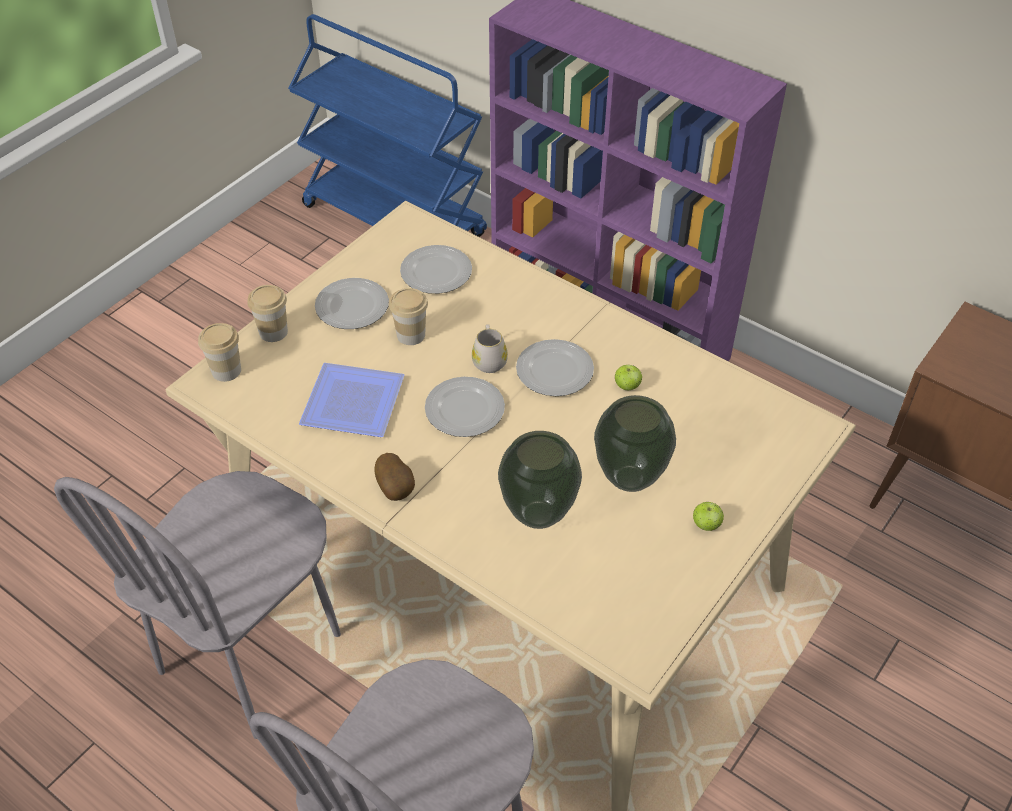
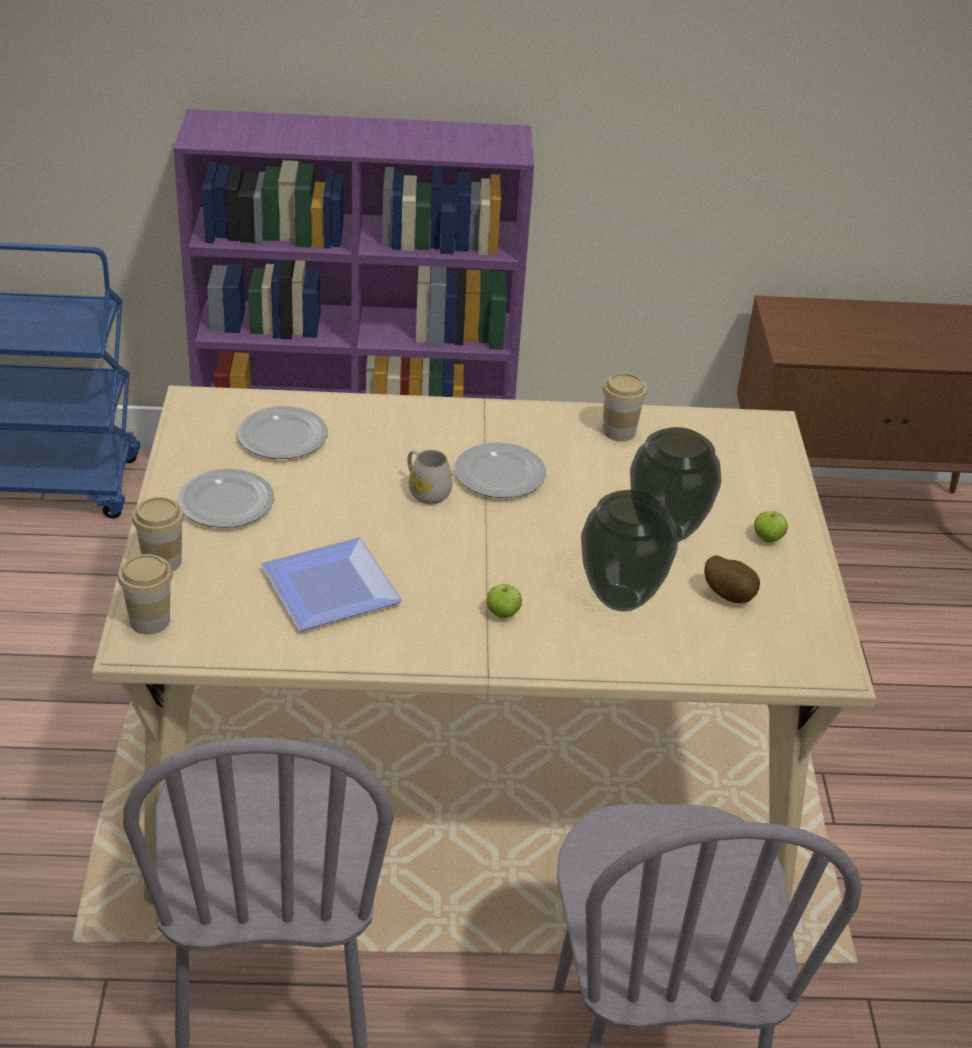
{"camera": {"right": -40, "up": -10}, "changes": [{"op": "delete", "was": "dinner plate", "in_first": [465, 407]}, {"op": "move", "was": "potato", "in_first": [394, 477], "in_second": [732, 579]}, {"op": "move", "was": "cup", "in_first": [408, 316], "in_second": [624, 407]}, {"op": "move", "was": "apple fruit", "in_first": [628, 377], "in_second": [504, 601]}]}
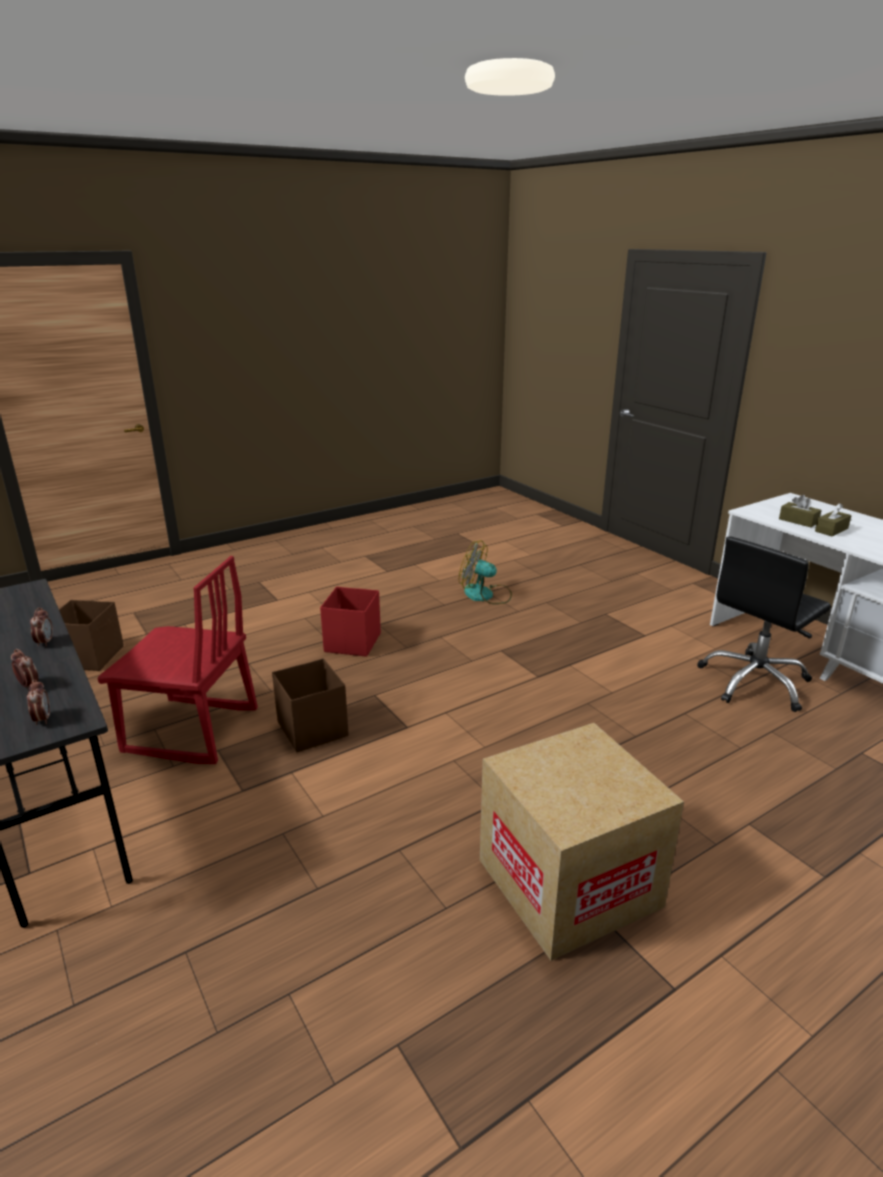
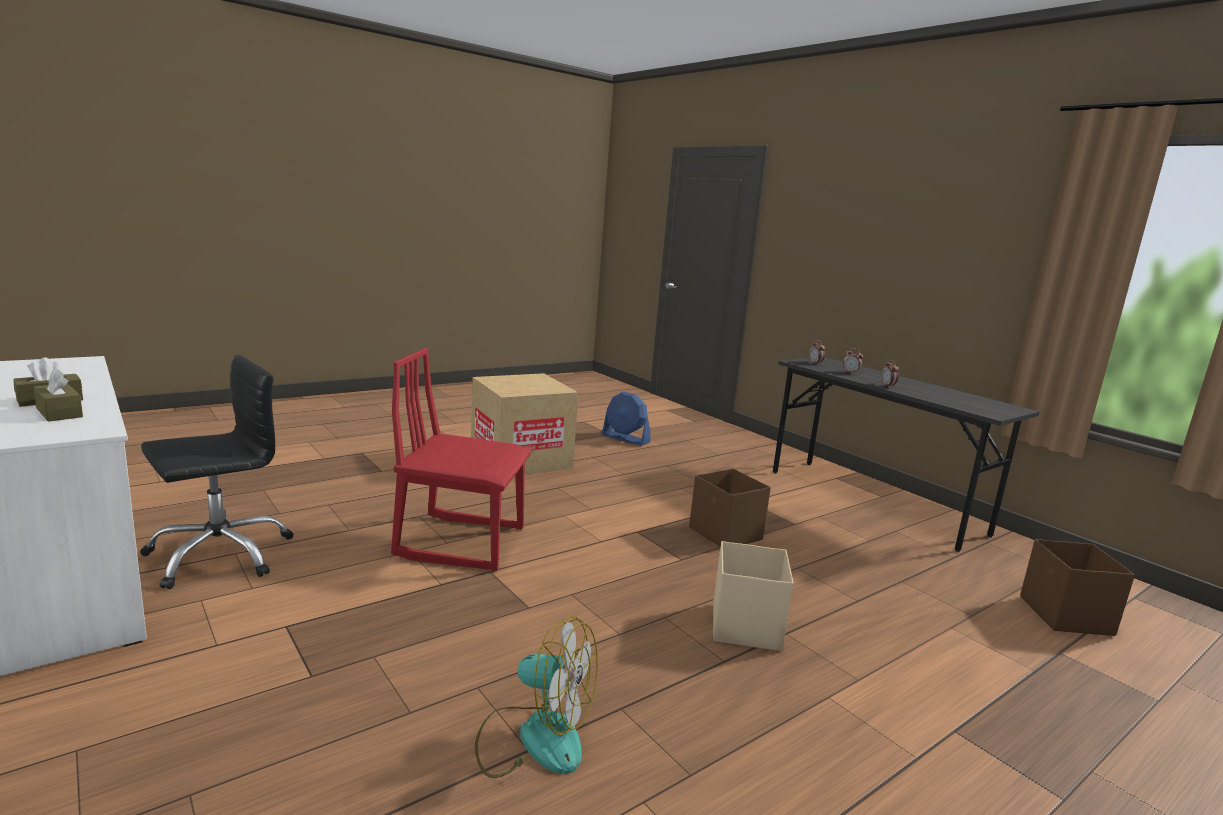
{"camera": {"right": 175, "up": -10}, "changes": [{"op": "insert", "now": "blue fan", "in_second": [626, 418]}, {"op": "move", "was": "reddish chair", "in_first": [177, 660], "in_second": [461, 459]}, {"op": "recolor", "was": "reddish storage box", "now": "sand-coloured storage box", "in_first": [350, 622], "in_second": [753, 596]}]}
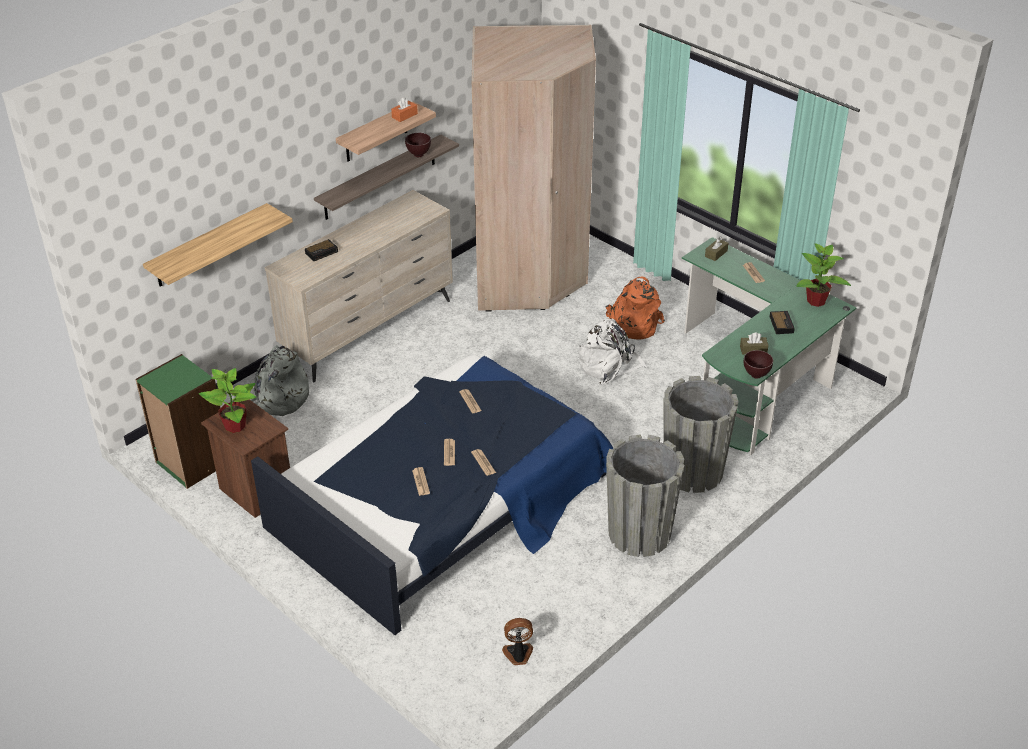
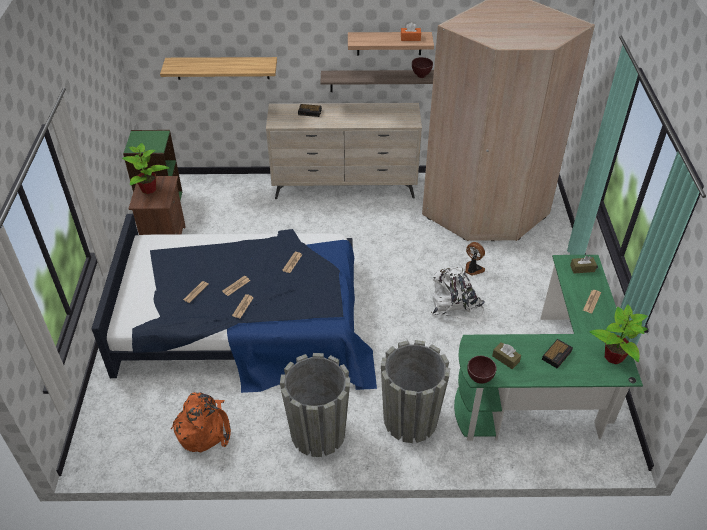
{"camera": {"right": 45, "up": 5}, "changes": [{"op": "delete", "was": "greyish rucksack", "in_first": [280, 380]}, {"op": "move", "was": "fan", "in_first": [517, 641], "in_second": [475, 259]}, {"op": "move", "was": "orangey rucksack", "in_first": [635, 308], "in_second": [201, 422]}]}
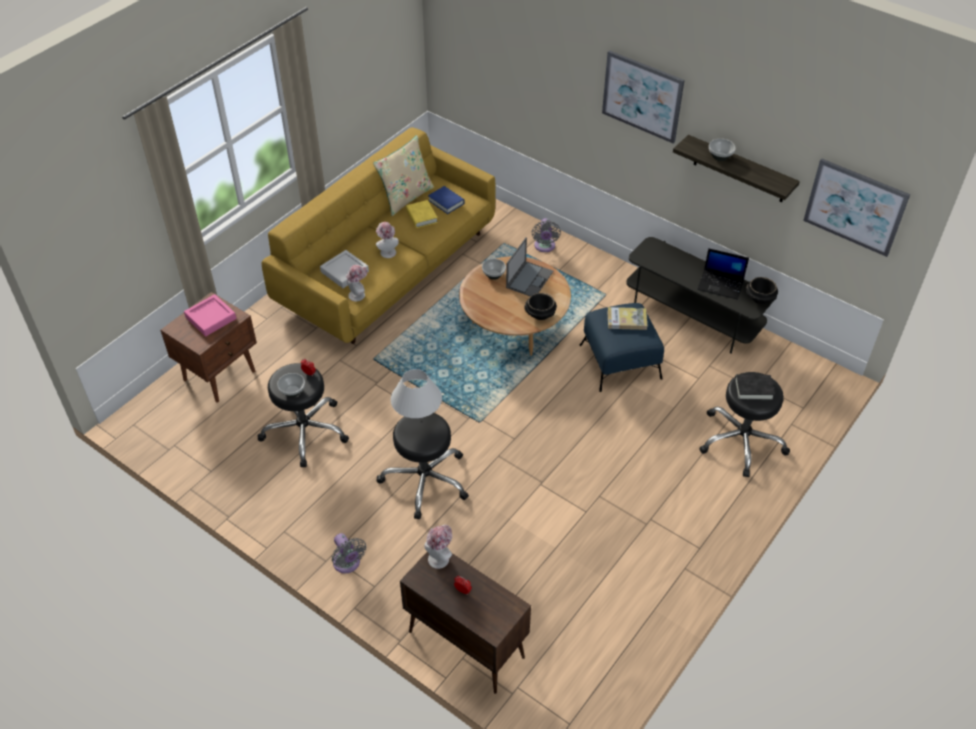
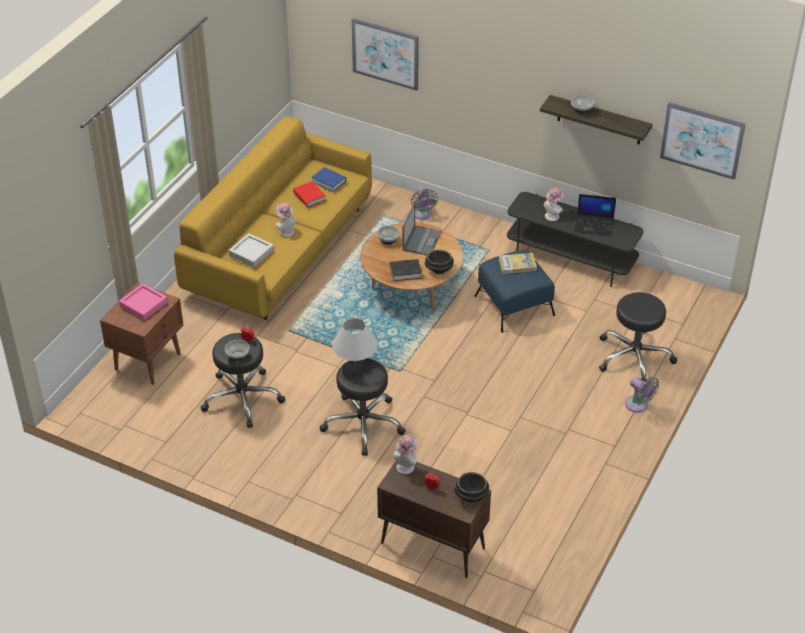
{"camera": {"right": -10, "up": -5}, "changes": [{"op": "delete", "was": "sand-coloured throw pillow", "in_first": [404, 175]}, {"op": "move", "was": "greyish fan", "in_first": [349, 553], "in_second": [642, 395]}, {"op": "move", "was": "hat", "in_first": [357, 283], "in_second": [554, 204]}, {"op": "move", "was": "picture", "in_first": [643, 97], "in_second": [385, 54]}, {"op": "move", "was": "blackish bound book", "in_first": [755, 387], "in_second": [406, 270]}, {"op": "move", "was": "blackish deep dish", "in_first": [762, 290], "in_second": [471, 487]}, {"op": "recolor", "was": "yellow-coloured bound book", "now": "reddish bound book", "in_first": [422, 214], "in_second": [309, 194]}]}
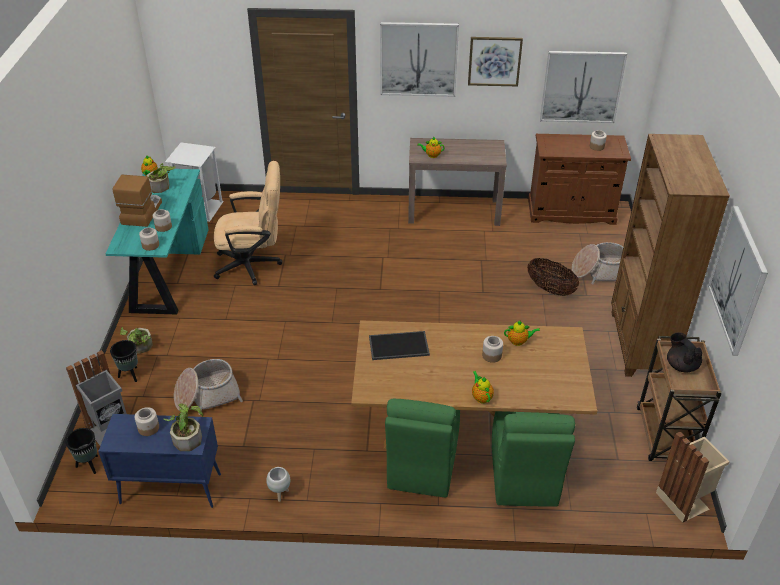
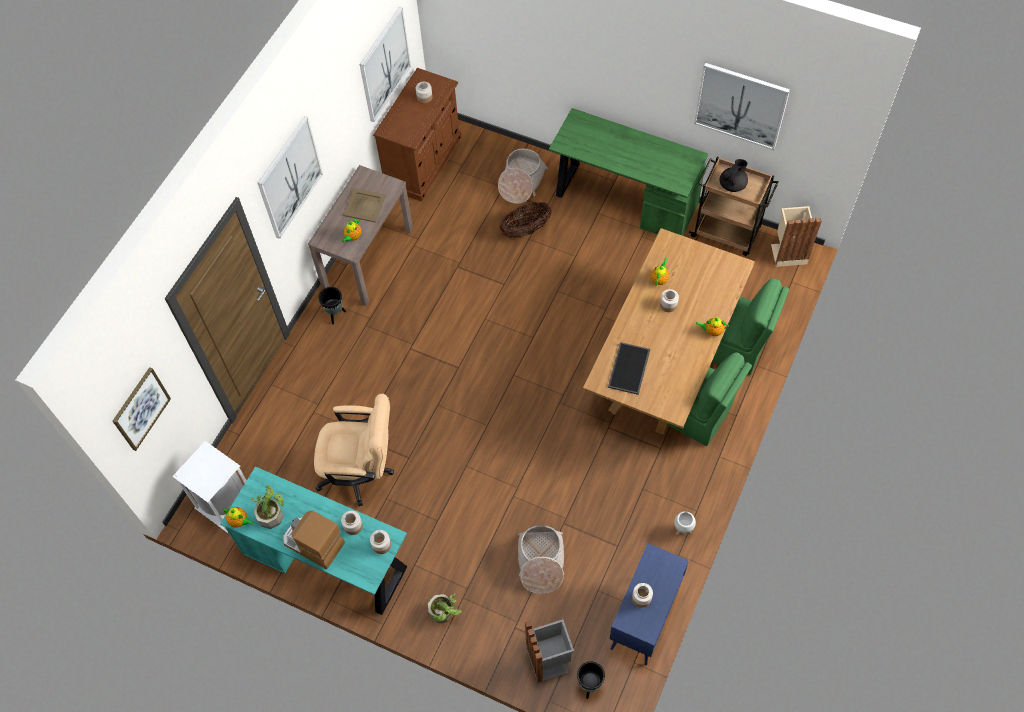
{"camera": {"right": -65, "up": 20}, "changes": [{"op": "delete", "was": "potted plant", "in_first": [183, 427]}, {"op": "insert", "now": "sand-coloured carrying tray", "in_second": [364, 205]}, {"op": "move", "was": "blackish plant pot", "in_first": [124, 361], "in_second": [332, 305]}, {"op": "move", "was": "picture", "in_first": [495, 61], "in_second": [141, 409]}, {"op": "replace", "was": "brown bookcase", "now": "green desk", "in_first": [670, 255], "in_second": [628, 172]}, {"op": "rotate", "was": "sand-coloured computer chair", "in_first": [248, 223], "in_second": [354, 449], "clockwise": 75}, {"op": "rotate", "was": "blackish teapot", "in_first": [684, 352], "in_second": [734, 175], "clockwise": 135}]}
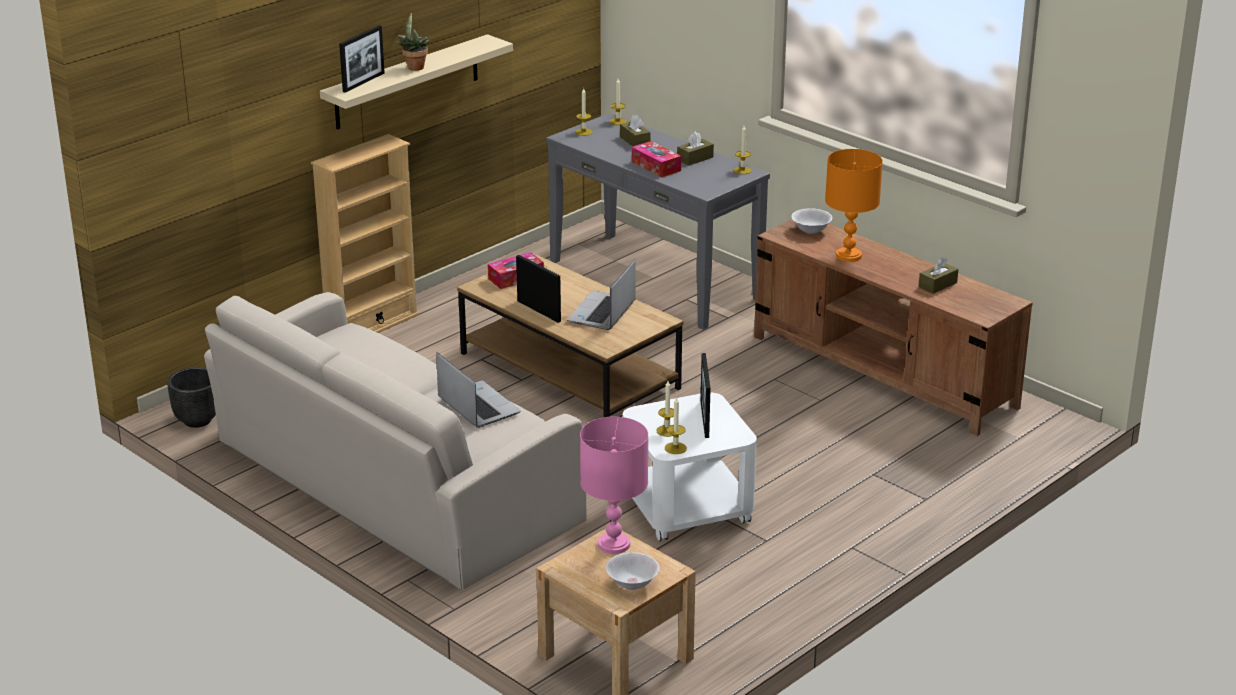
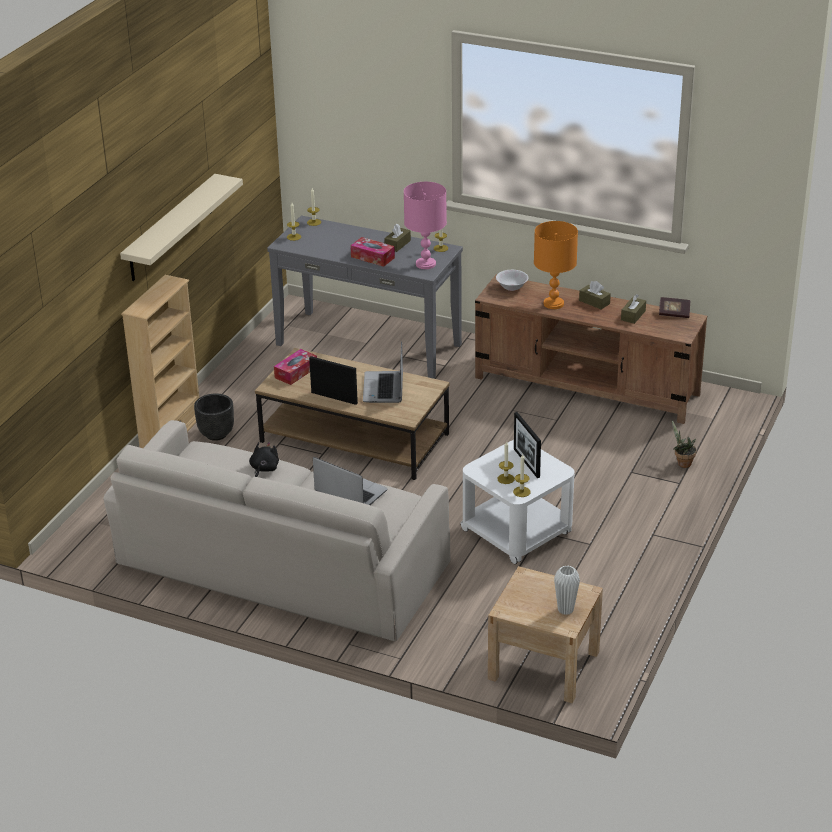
{"camera": {"right": -20, "up": 5}, "changes": [{"op": "delete", "was": "picture frame", "in_first": [362, 59]}, {"op": "insert", "now": "blackish plush toy", "in_second": [264, 459]}, {"op": "insert", "now": "bound book", "in_second": [674, 307]}, {"op": "move", "was": "blackish plant pot", "in_first": [191, 397], "in_second": [214, 417]}, {"op": "move", "was": "potted plant", "in_first": [412, 42], "in_second": [684, 444]}, {"op": "move", "was": "pink tabletop lamp", "in_first": [614, 485], "in_second": [425, 225]}, {"op": "move", "was": "brown tissue box", "in_first": [635, 130], "in_second": [595, 295]}, {"op": "replace", "was": "whitish deep dish", "now": "whitish decorative vase", "in_first": [632, 571], "in_second": [567, 590]}]}
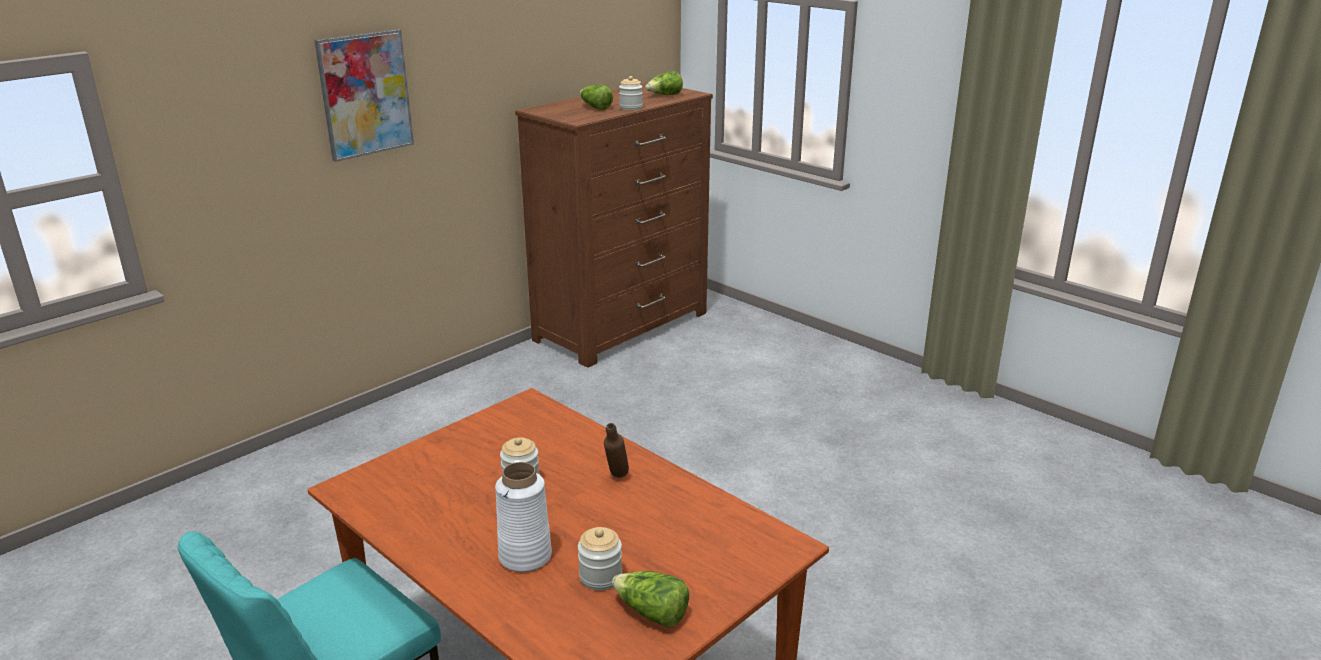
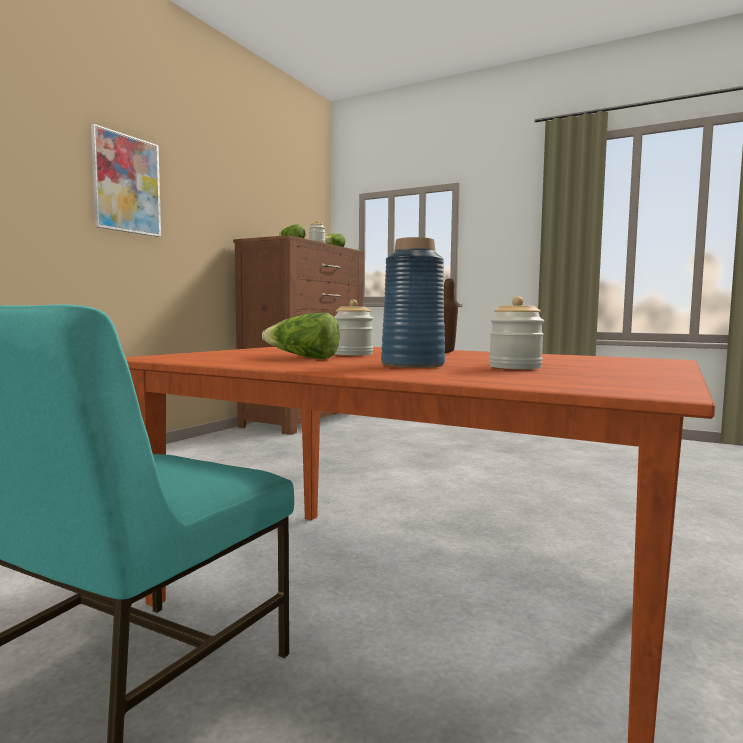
{"camera": {"right": -15, "up": -20}, "changes": [{"op": "move", "was": "lettuce", "in_first": [650, 599], "in_second": [300, 336]}, {"op": "recolor", "was": "whitish decorative vase", "now": "blue decorative vase", "in_first": [523, 517], "in_second": [413, 302]}]}
